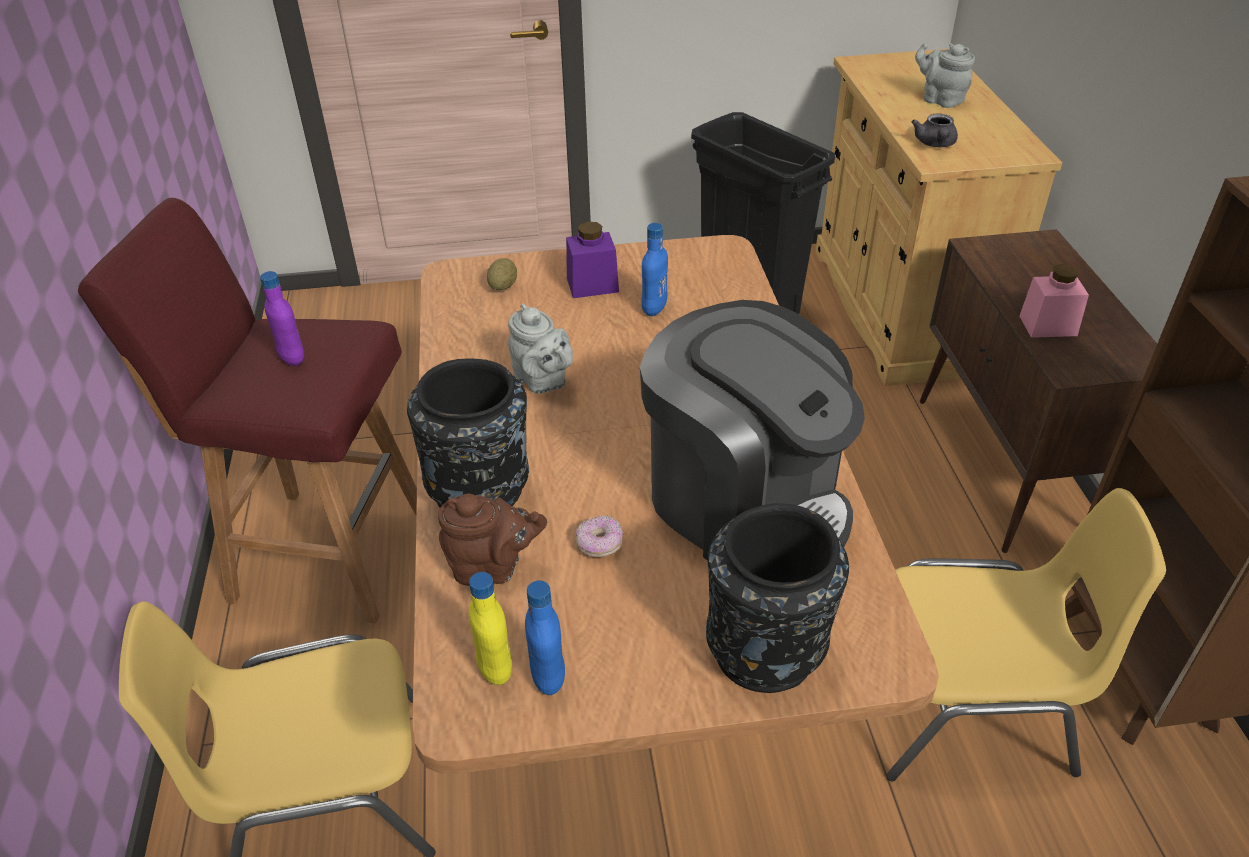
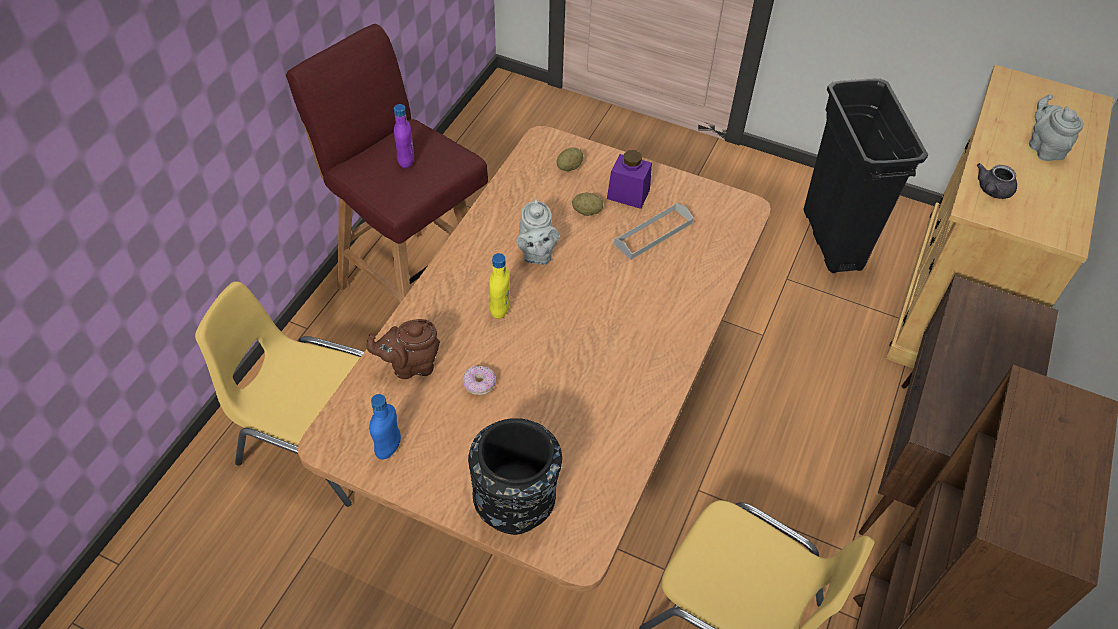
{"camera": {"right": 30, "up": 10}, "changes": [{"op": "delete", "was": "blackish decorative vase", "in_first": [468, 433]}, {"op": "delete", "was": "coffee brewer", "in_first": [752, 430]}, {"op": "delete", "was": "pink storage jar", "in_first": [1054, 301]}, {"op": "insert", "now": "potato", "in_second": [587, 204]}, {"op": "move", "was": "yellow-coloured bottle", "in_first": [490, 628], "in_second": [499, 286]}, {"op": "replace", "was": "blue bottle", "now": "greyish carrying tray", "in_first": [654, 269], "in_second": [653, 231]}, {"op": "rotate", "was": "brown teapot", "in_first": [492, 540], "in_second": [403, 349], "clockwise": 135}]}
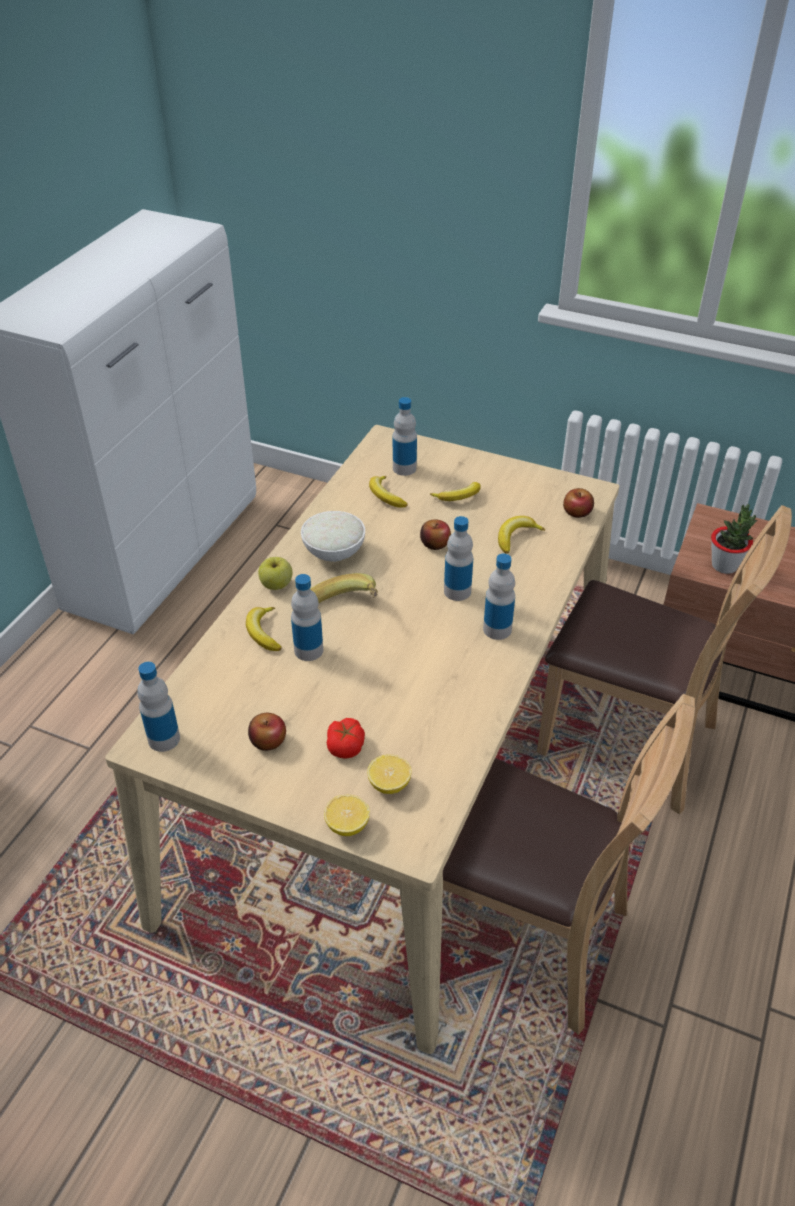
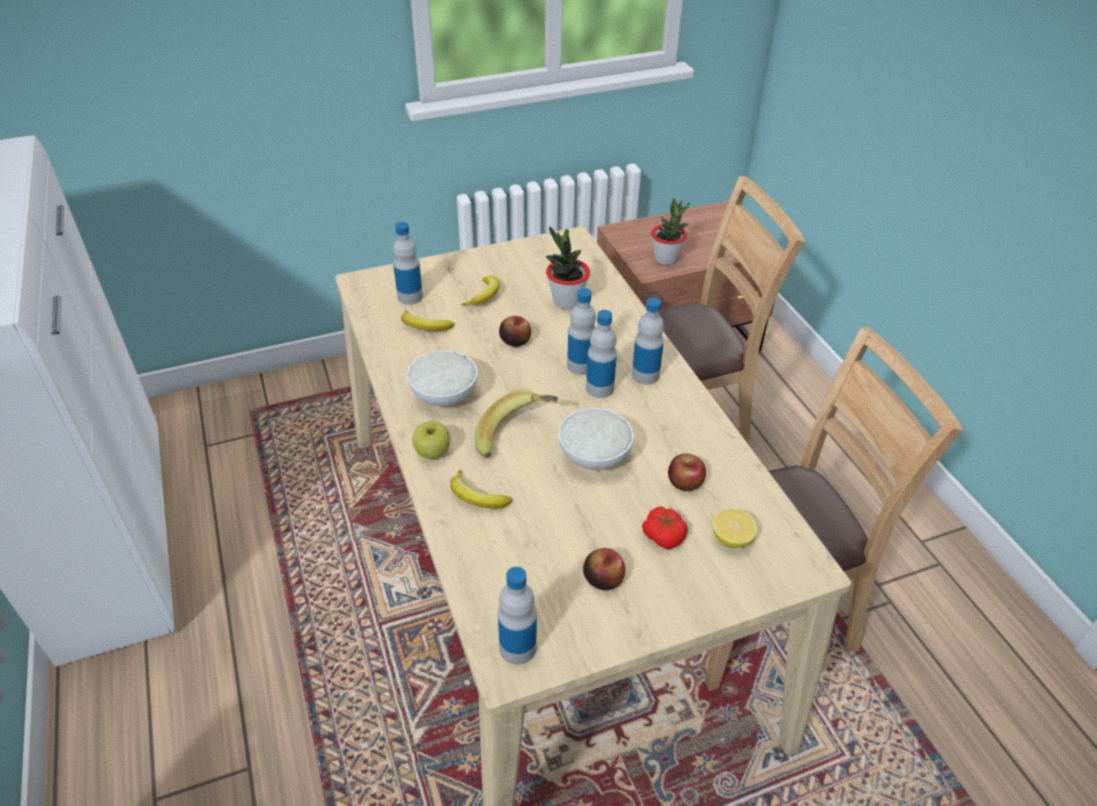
{"camera": {"right": -45, "up": 0}, "changes": [{"op": "delete", "was": "whole lemon", "in_first": [347, 815]}, {"op": "insert", "now": "whitish deep dish", "in_second": [596, 439]}, {"op": "move", "was": "bottle", "in_first": [307, 617], "in_second": [601, 354]}, {"op": "move", "was": "apple fruit", "in_first": [578, 503], "in_second": [687, 472]}, {"op": "replace", "was": "banana fruit", "now": "potted plant", "in_first": [521, 535], "in_second": [568, 267]}]}
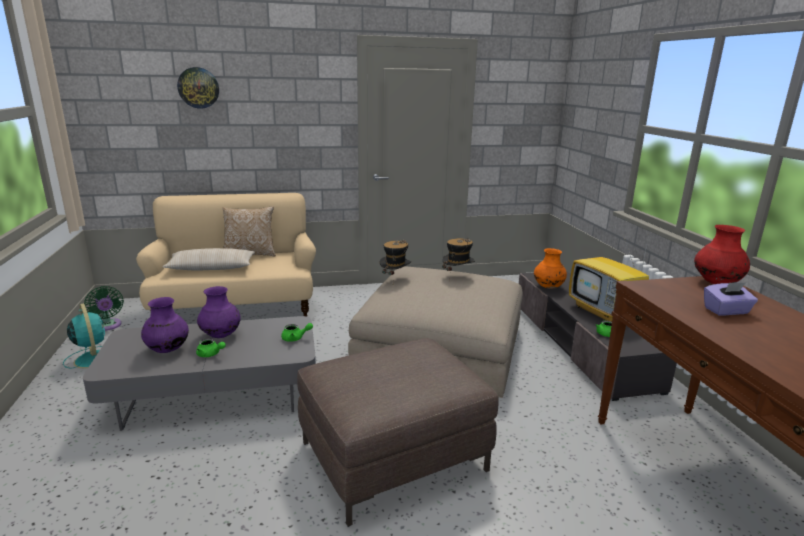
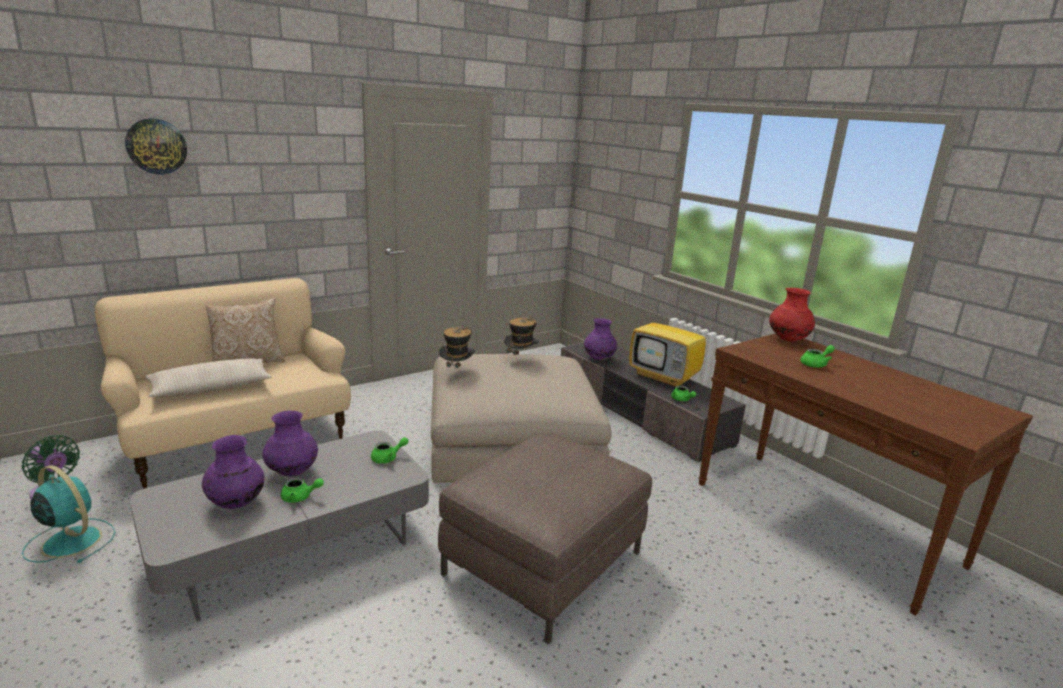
{"camera": {"right": -25, "up": 0}, "changes": [{"op": "replace", "was": "purple tissue box", "now": "green teapot", "in_first": [731, 299], "in_second": [817, 356]}, {"op": "recolor", "was": "orangey decorative vase", "now": "purple decorative vase", "in_first": [550, 268], "in_second": [600, 339]}]}
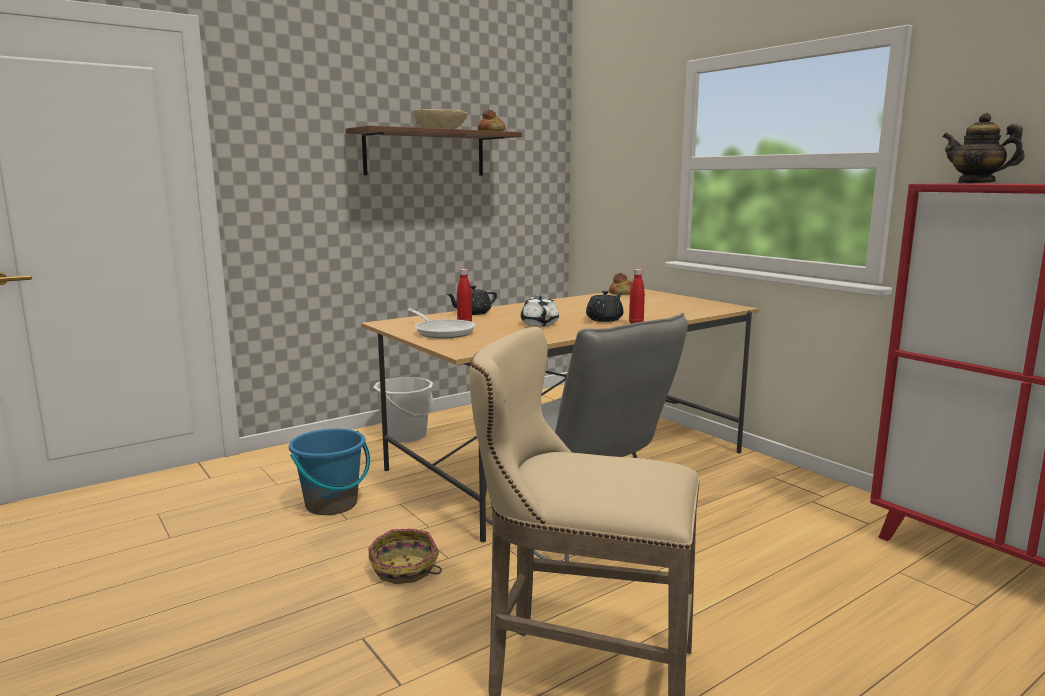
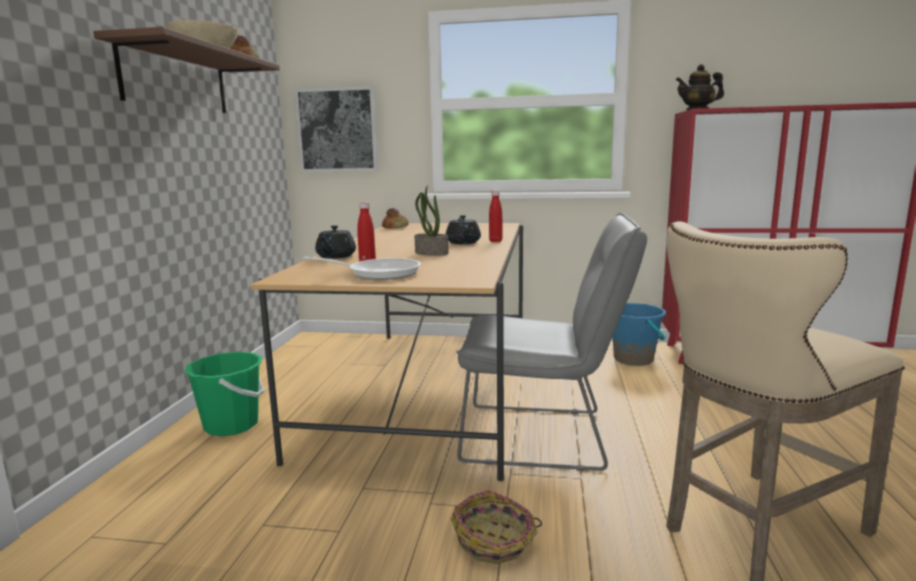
{"camera": {"right": -45, "up": 0}, "changes": [{"op": "insert", "now": "picture", "in_second": [336, 129]}, {"op": "move", "was": "blue pail", "in_first": [329, 472], "in_second": [639, 334]}, {"op": "replace", "was": "whitish teapot", "now": "potted plant", "in_first": [540, 310], "in_second": [431, 220]}, {"op": "recolor", "was": "whitish pail", "now": "green pail", "in_first": [404, 410], "in_second": [224, 394]}]}
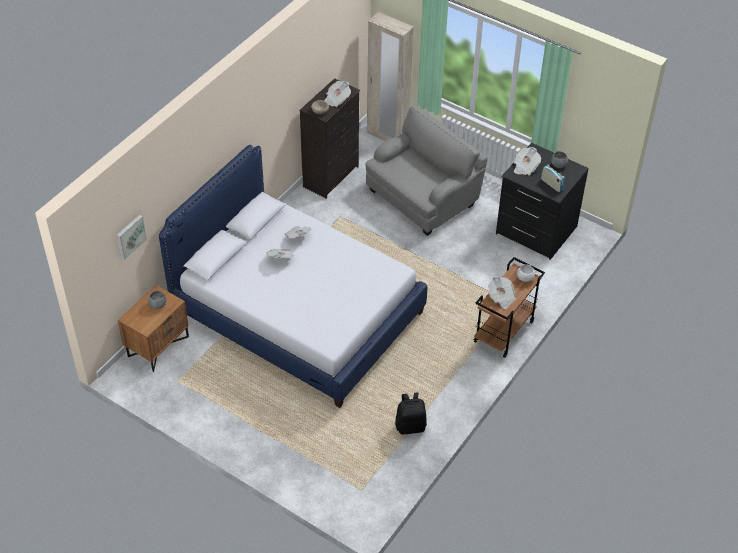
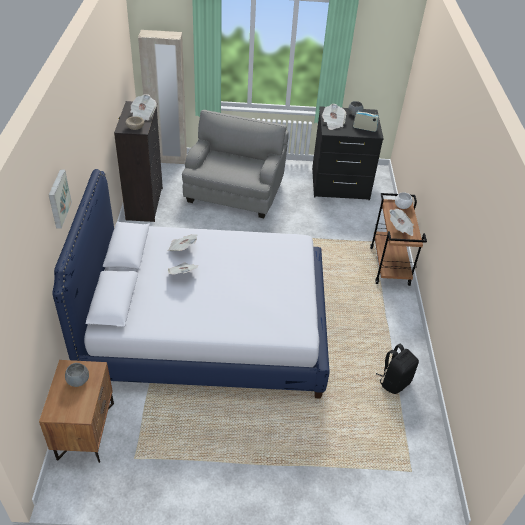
{"camera": {"right": -35, "up": -5}, "changes": [{"op": "move", "was": "picture", "in_first": [132, 237], "in_second": [60, 199]}]}
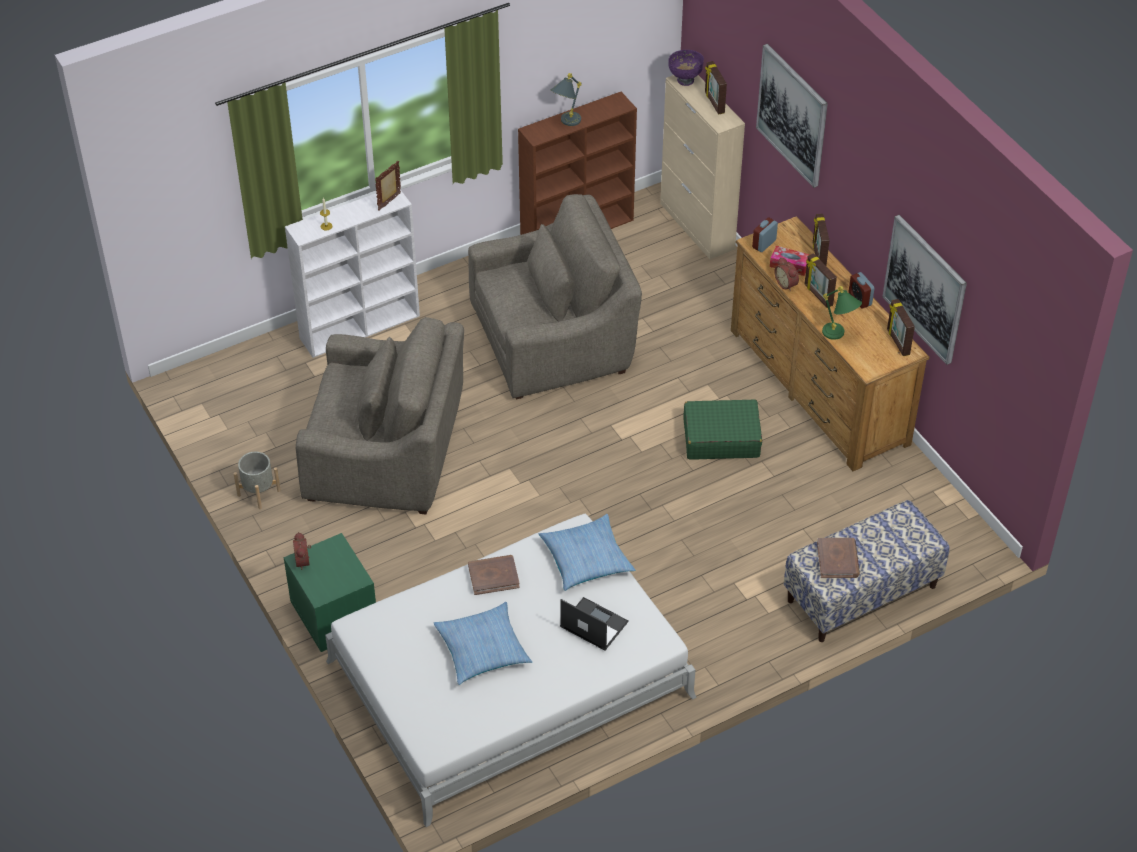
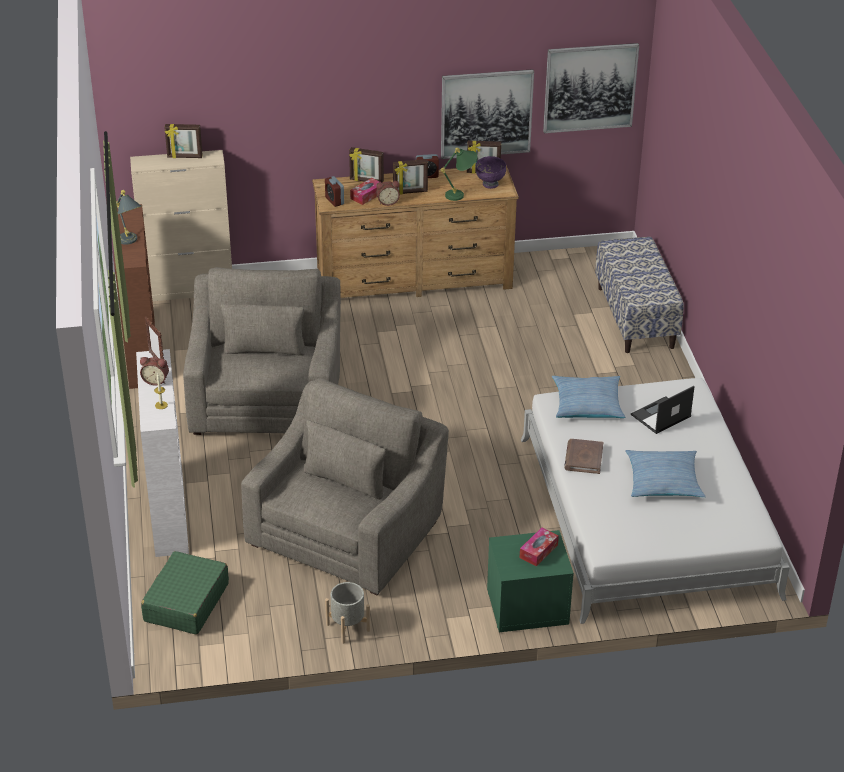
{"camera": {"right": -70, "up": -10}, "changes": [{"op": "delete", "was": "brown bound book", "in_first": [838, 558]}, {"op": "insert", "now": "tissue box", "in_second": [539, 547]}, {"op": "move", "was": "bedside clock", "in_first": [302, 551], "in_second": [154, 371]}, {"op": "move", "was": "purple deep dish", "in_first": [686, 68], "in_second": [491, 172]}, {"op": "move", "was": "green suitcase", "in_first": [722, 429], "in_second": [185, 593]}, {"op": "move", "was": "picture", "in_first": [792, 116], "in_second": [591, 88]}]}
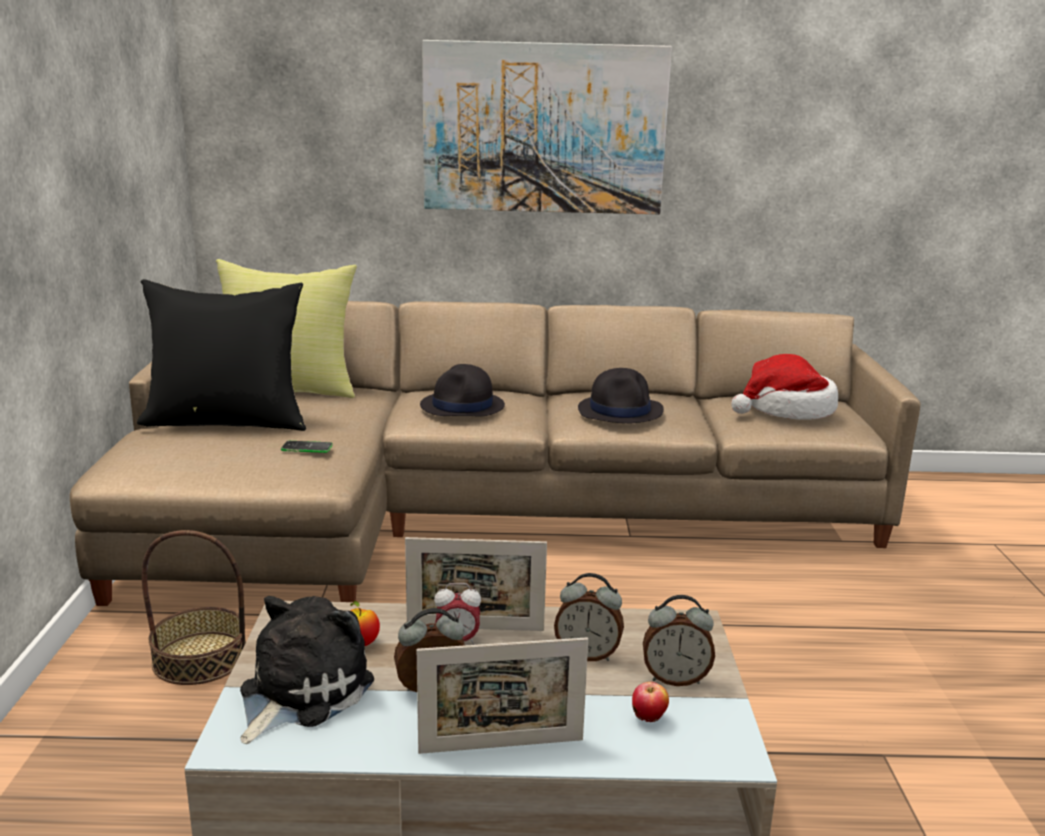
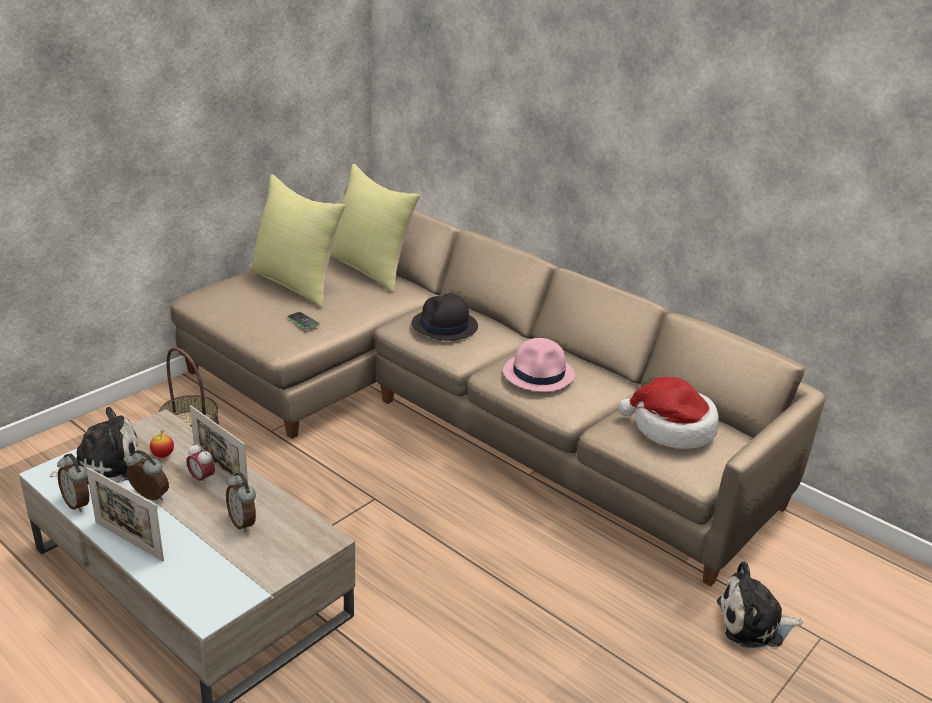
{"camera": {"right": 40, "up": 10}, "changes": [{"op": "delete", "was": "picture", "in_first": [547, 127]}, {"op": "delete", "was": "apple fruit", "in_first": [650, 702]}, {"op": "insert", "now": "plush toy", "in_second": [760, 604]}, {"op": "move", "was": "bedside clock", "in_first": [679, 640], "in_second": [73, 482]}, {"op": "recolor", "was": "blackish throw pillow", "now": "yellow-coloured throw pillow", "in_first": [221, 355], "in_second": [297, 241]}, {"op": "recolor", "was": "blackish hat", "now": "pink hat", "in_first": [621, 395], "in_second": [539, 365]}]}
